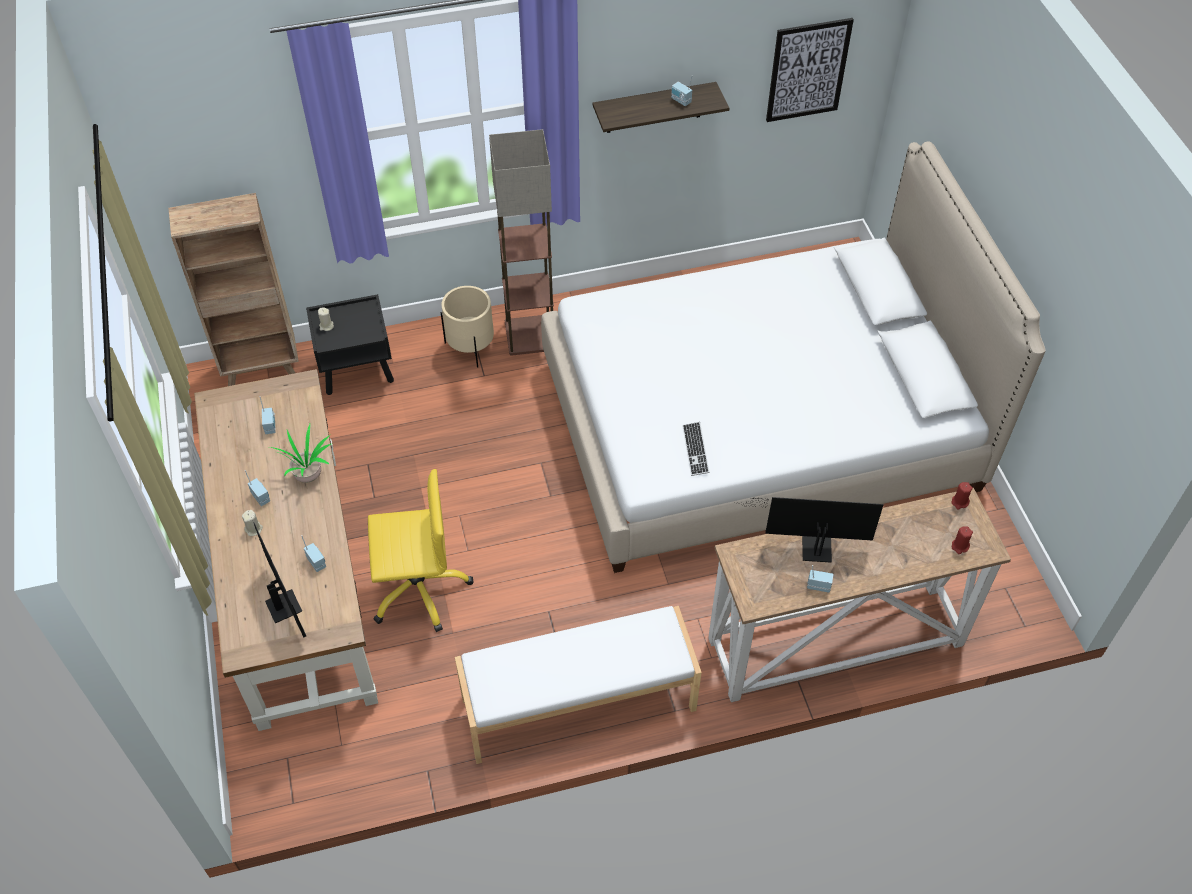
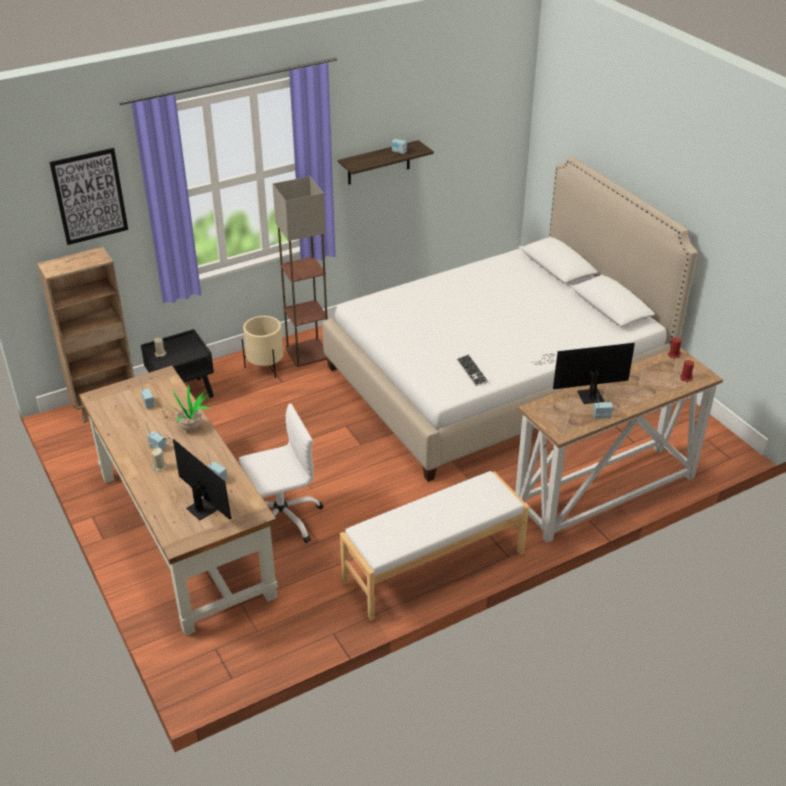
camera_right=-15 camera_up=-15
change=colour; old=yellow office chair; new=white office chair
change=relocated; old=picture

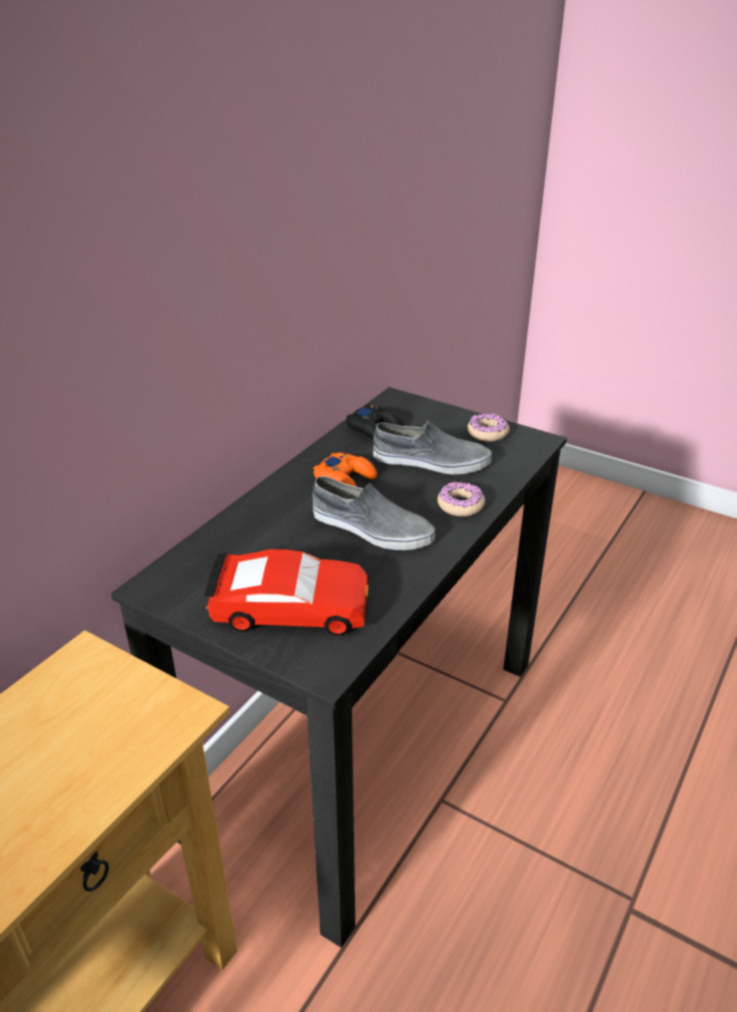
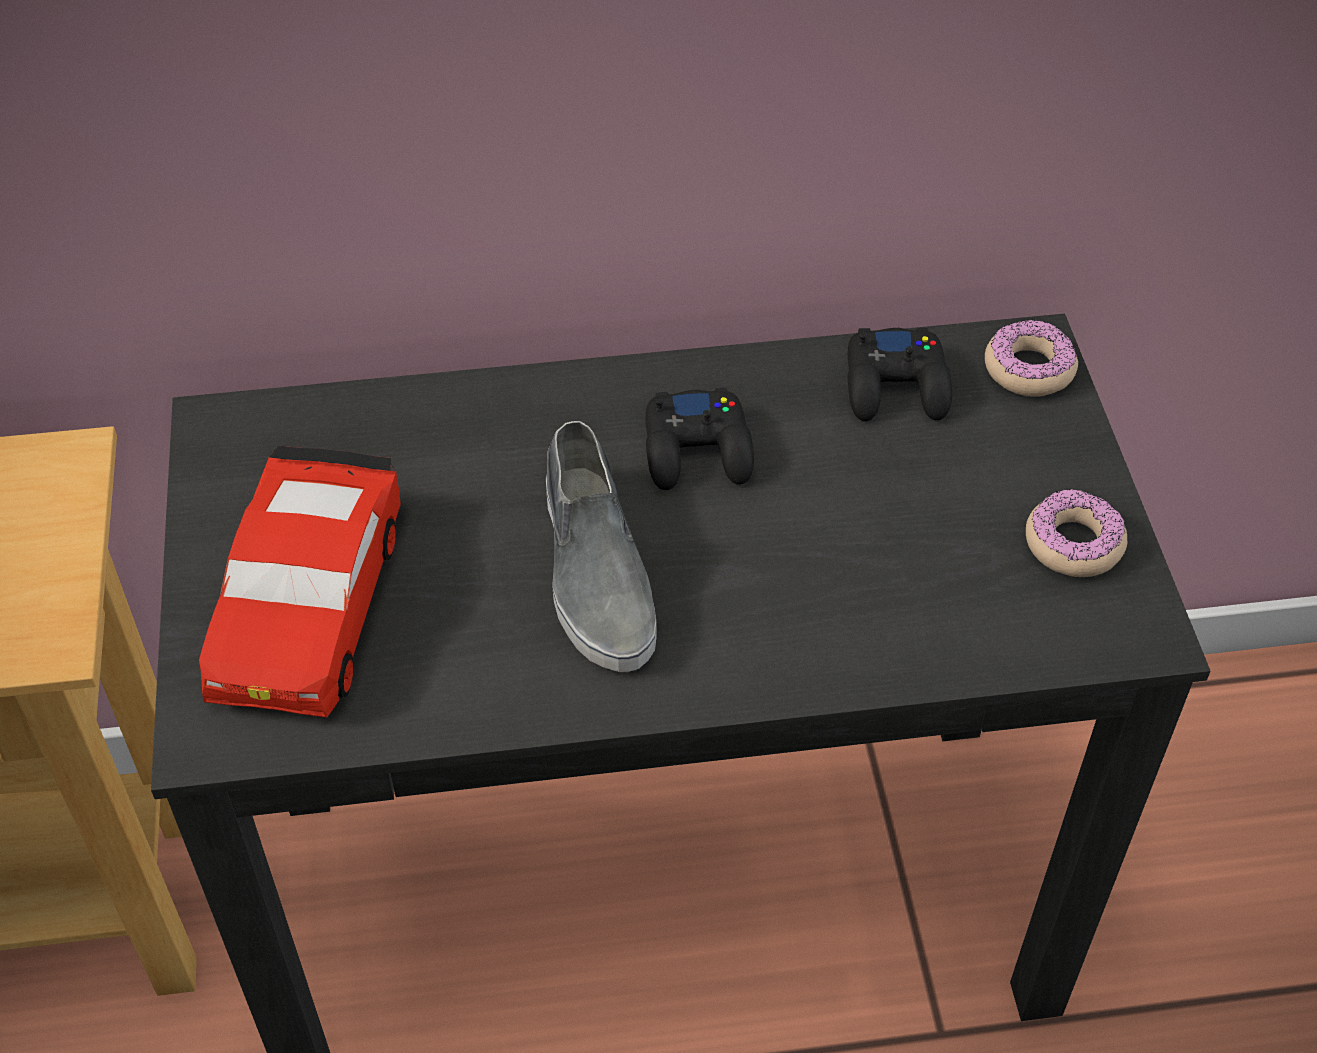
camera_right=50 camera_up=15
change=spun; old=red toy car; degrees=45
change=colour; old=orange game controller; new=black game controller (no. 1 from left)
change=missing; old=grey shoe (no. 2 from left)
change=relocated; old=donut (no. 1 from left)

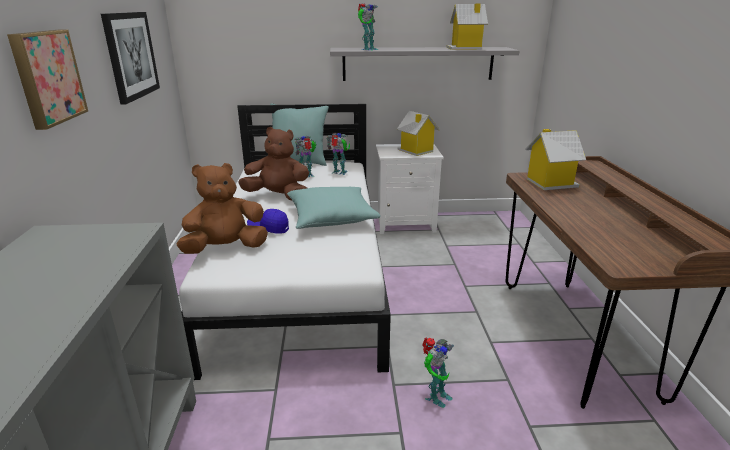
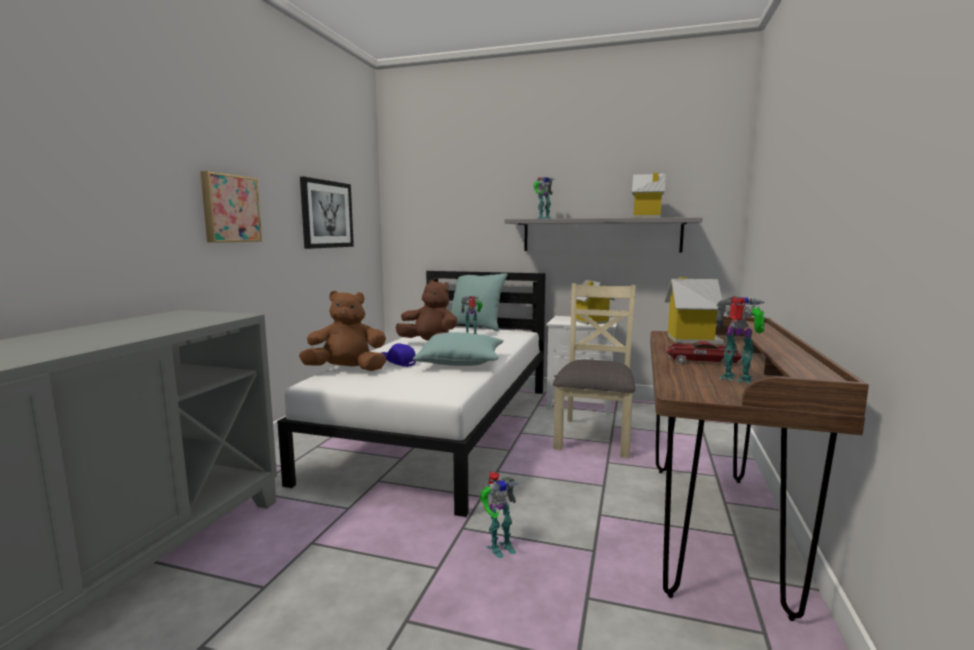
camera_right=20 camera_up=-15
change=relocated; old=toy robot (no. 2 from left in the first image); new=toy robot (no. 4 from left)
change=appeared; new=beige chair
change=appeared; new=toy car

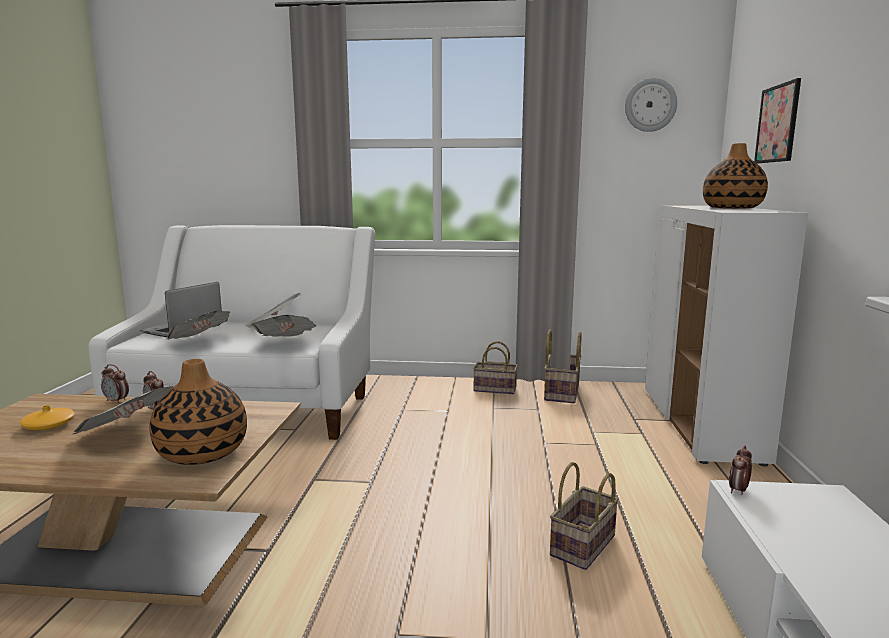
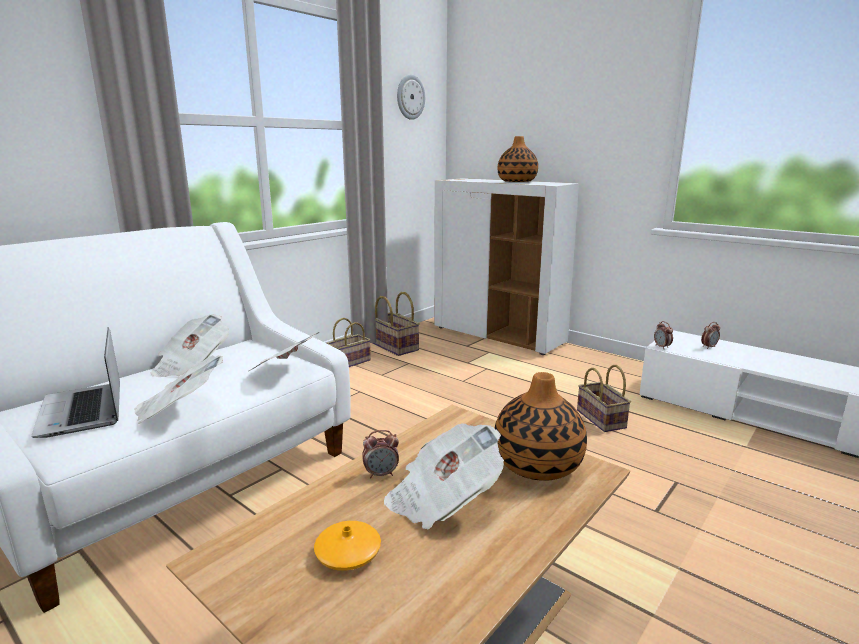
camera_right=-55 camera_up=5
change=relocated; old=alarm clock (no. 1 from left in the first image); new=alarm clock (no. 3 from left)
change=missing; old=picture

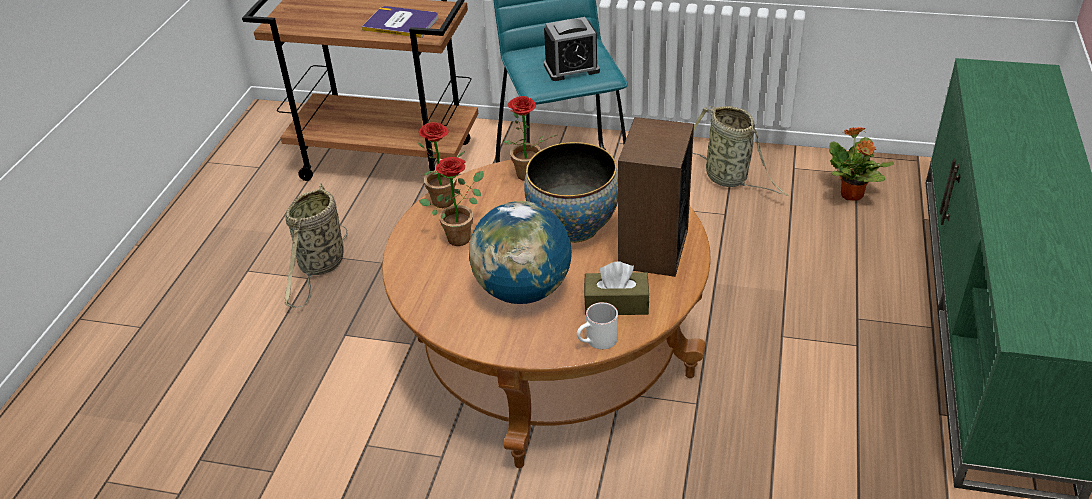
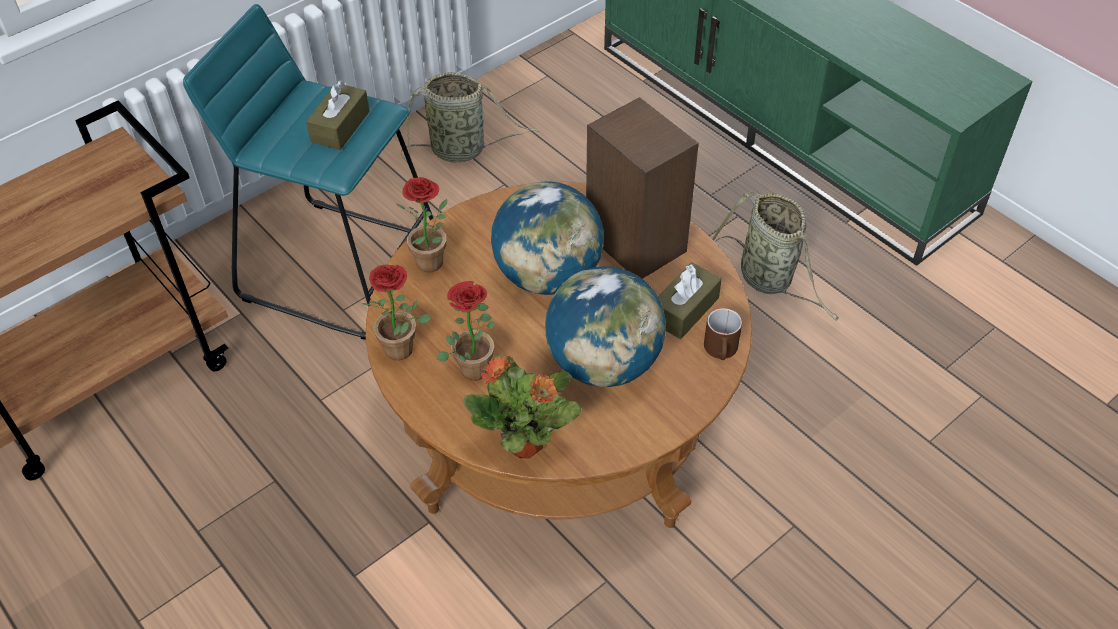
camera_right=-55 camera_up=10
change=relocated; old=basket (no. 1 from left in the first image); new=basket (no. 2 from left)
change=missing; old=book
change=exchanged; old=bowl; new=globe (no. 1 from left)
change=exchanged; old=alarm clock; new=brown tissue box (no. 1 from left)
change=colour; old=white mug; new=brown mug
change=relocated; old=potted plant (no. 4 from left)

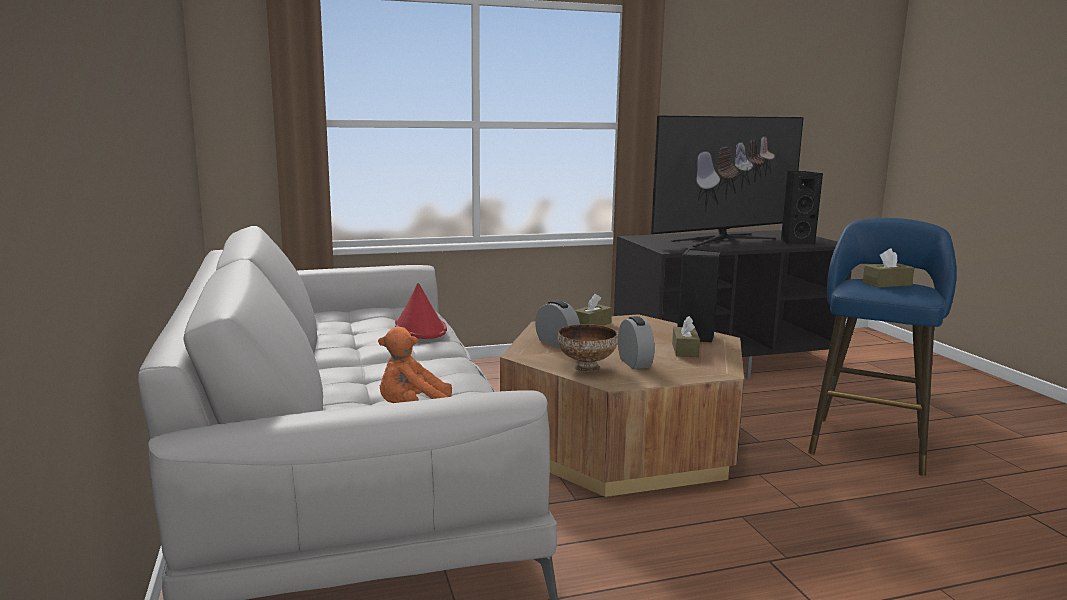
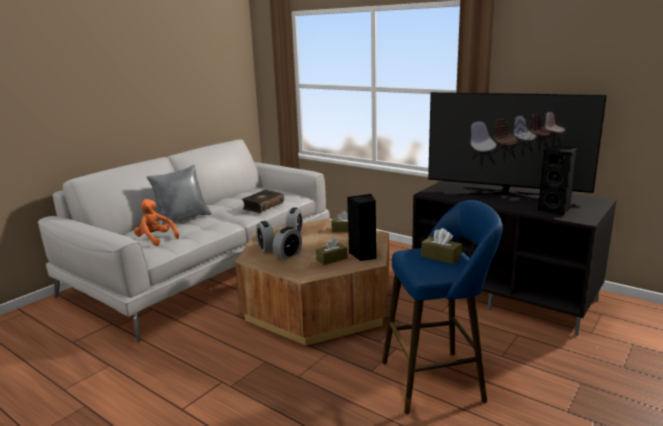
camera_right=55 camera_up=5
change=exchanged; old=red hat; new=book
change=exchanged; old=bowl; new=alarm clock (no. 1 from left)
change=appeared; new=grey pillow

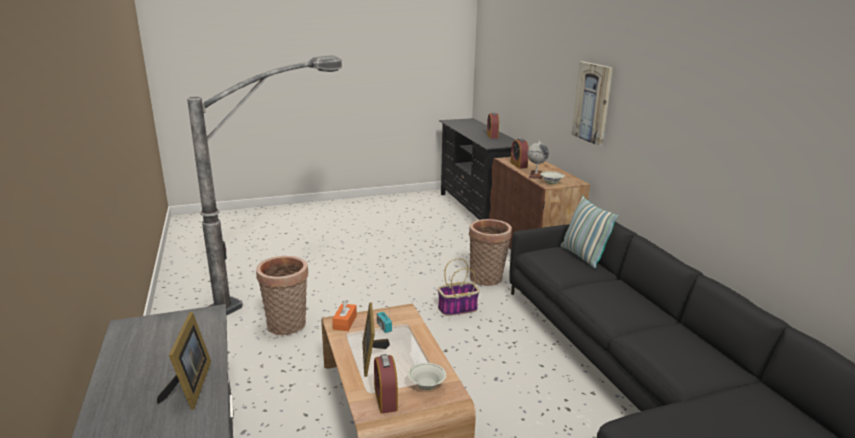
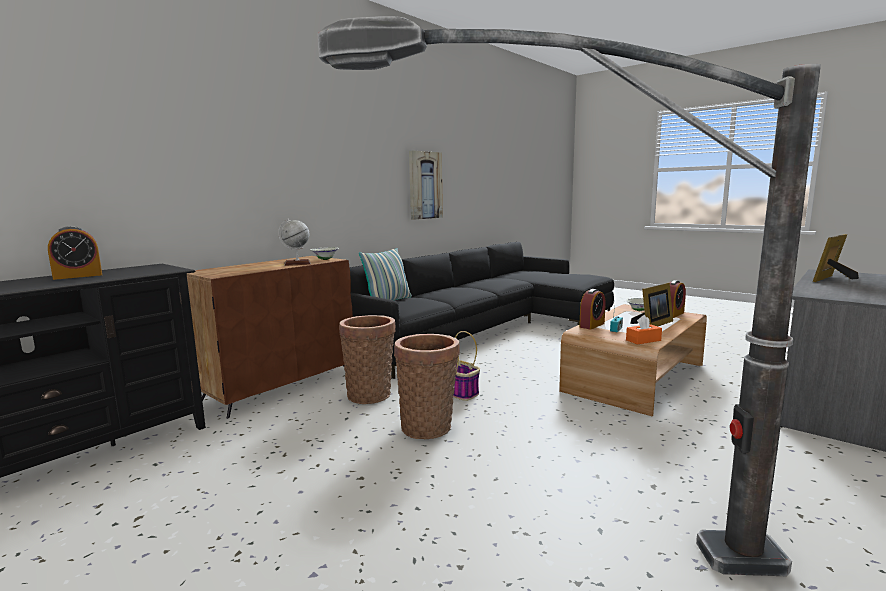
camera_right=-120 camera_up=-10
change=relocated; old=basket (no. 1 from left in the first image); new=basket (no. 2 from left)
change=relocated; old=alarm clock (no. 3 from left in the first image); new=alarm clock (no. 2 from left)
change=relocated; old=picture

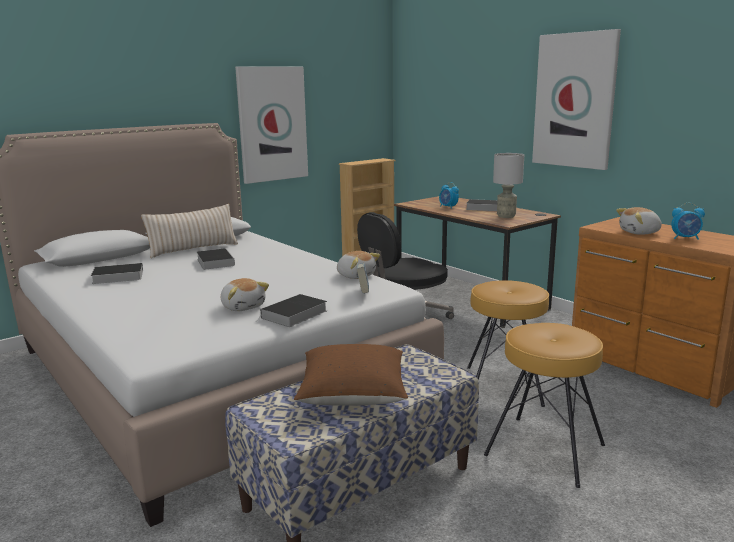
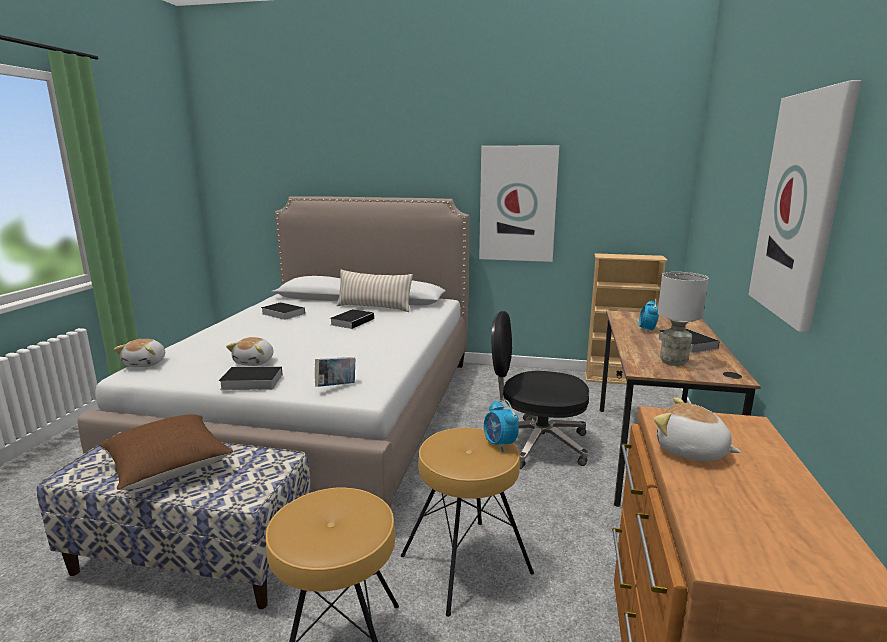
camera_right=50 camera_up=0
change=relocated; old=plush toy (no. 2 from left in the first image); new=plush toy (no. 1 from left)
change=relocated; old=alarm clock (no. 2 from left in the first image); new=alarm clock (no. 1 from left)

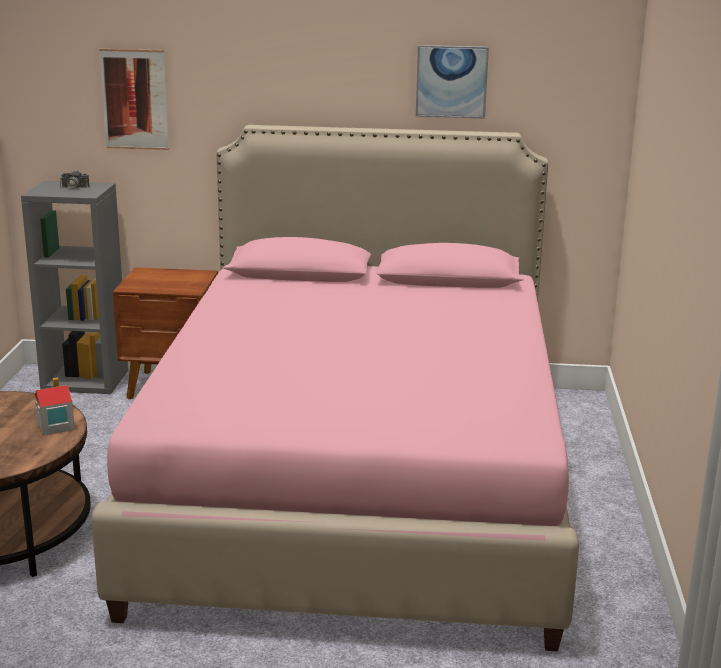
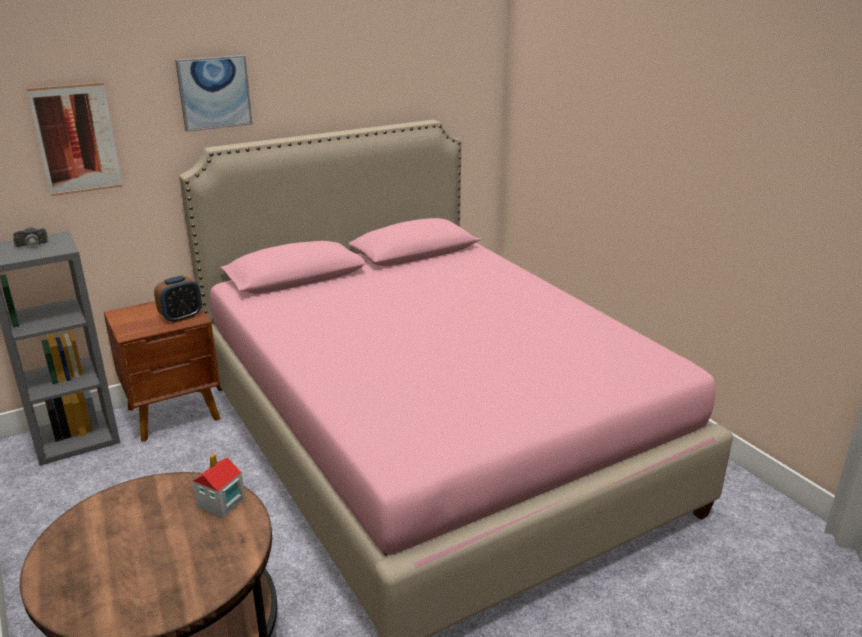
camera_right=-35 camera_up=5
change=relocated; old=picture (no. 2 from left)
change=appeared; new=alarm clock

